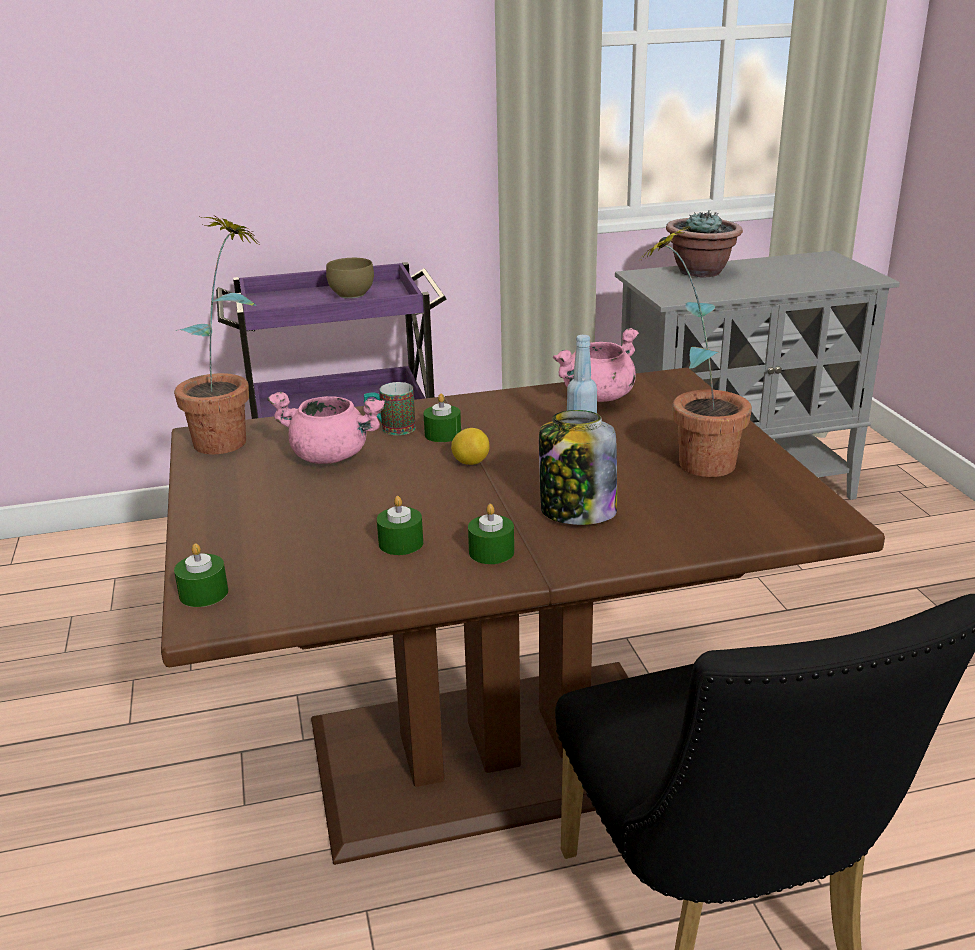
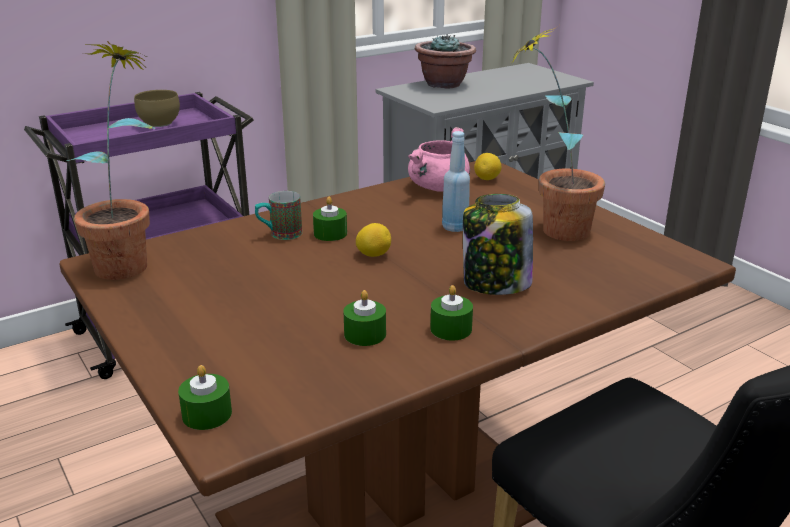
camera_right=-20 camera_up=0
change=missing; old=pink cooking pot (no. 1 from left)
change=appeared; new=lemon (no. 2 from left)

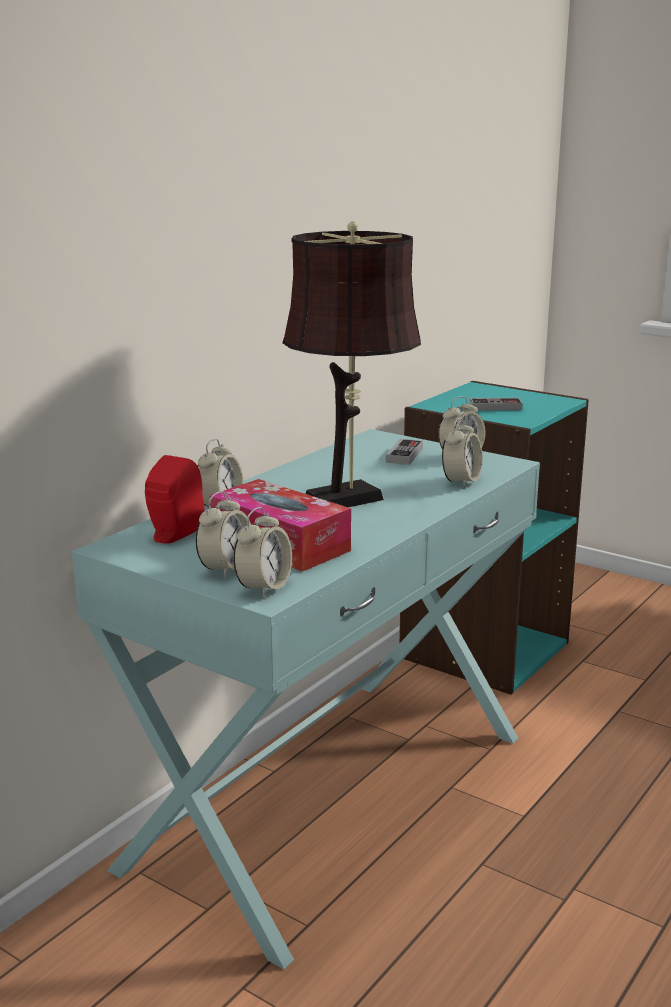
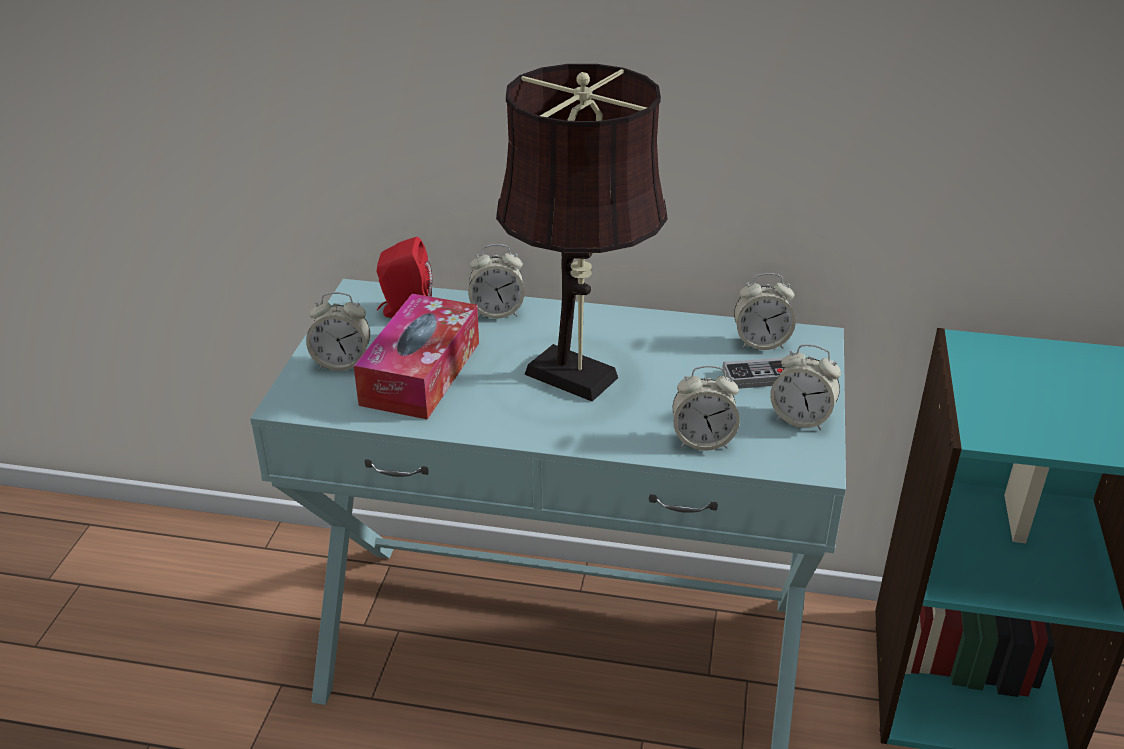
camera_right=65 camera_up=15
change=relocated; old=alarm clock (no. 3 from left in the first image); new=alarm clock (no. 4 from left)
change=missing; old=game controller (no. 2 from left)

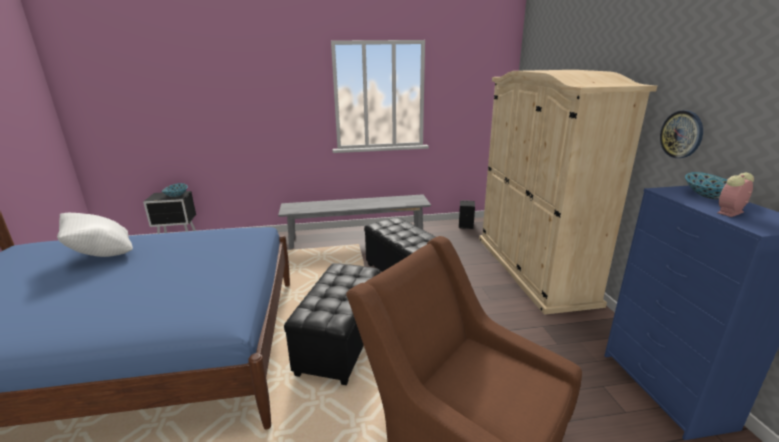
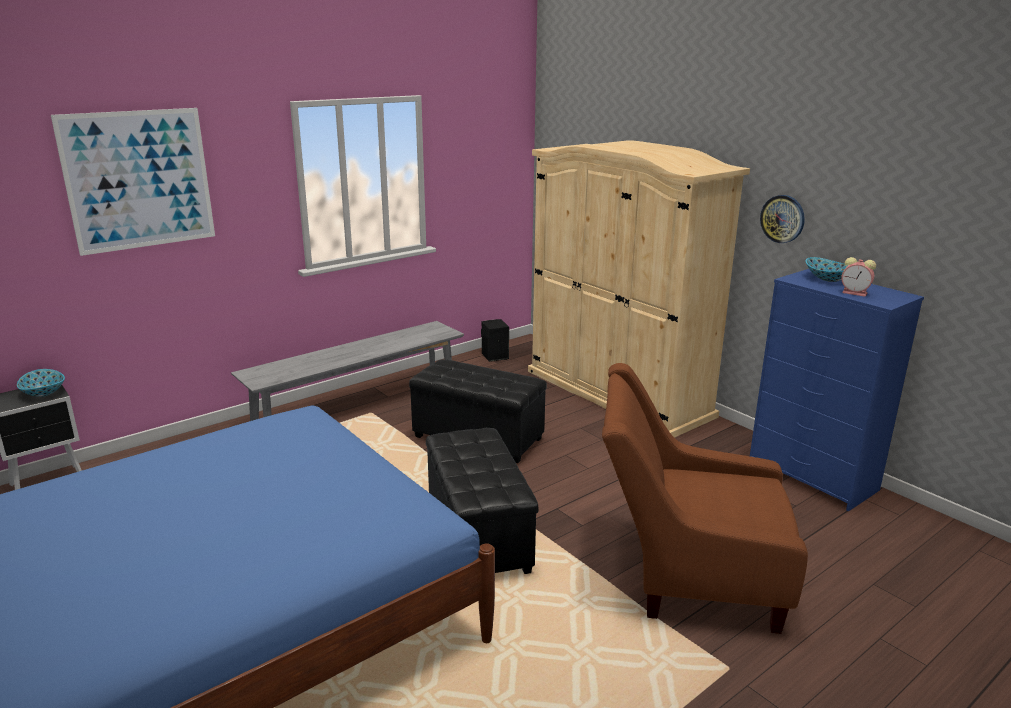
camera_right=-30 camera_up=0
change=missing; old=white pillow
change=spun; old=alarm clock; degrees=-90
change=appeared; new=picture

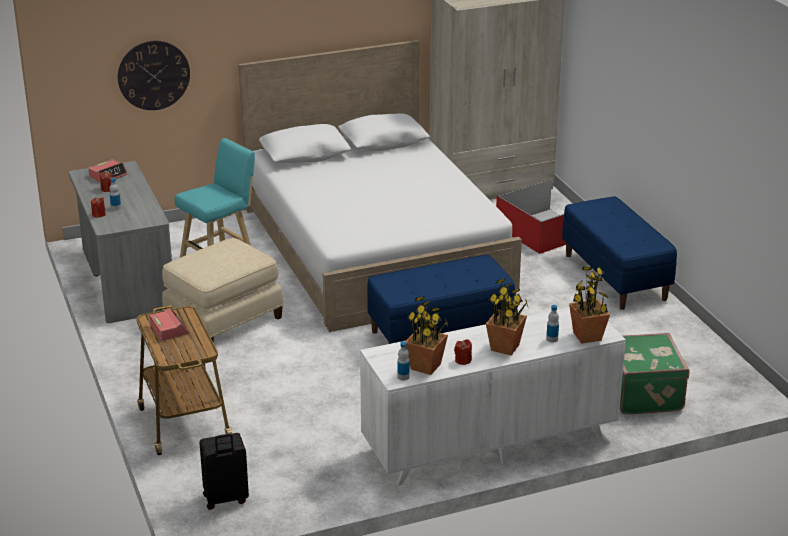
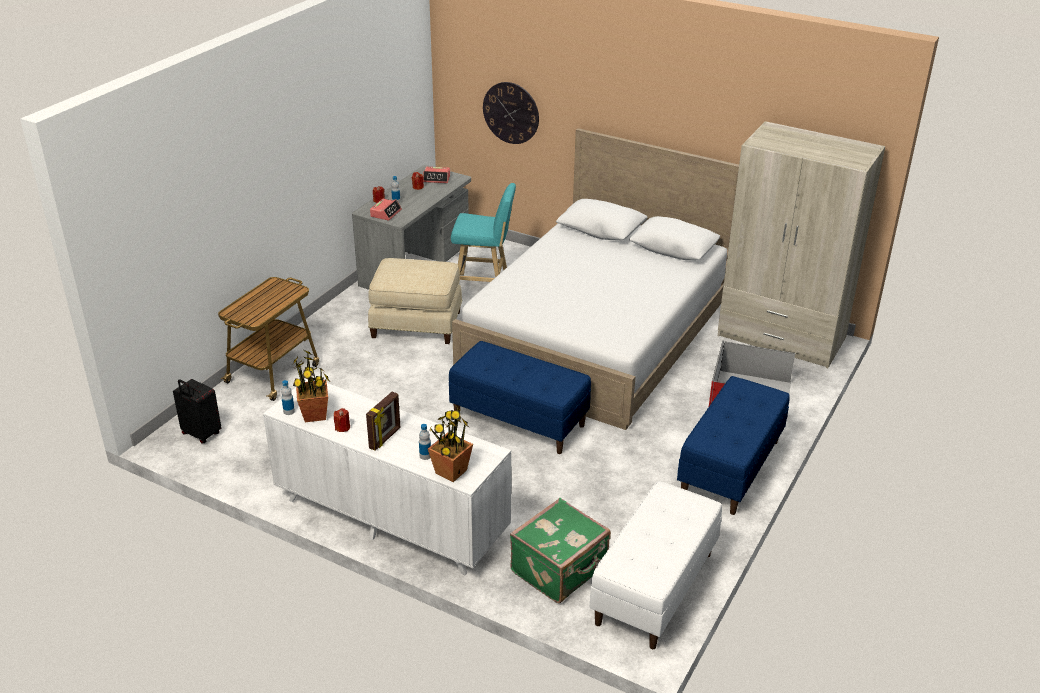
camera_right=50 camera_up=5
change=relocated; old=alarm clock (no. 2 from left in the first image); new=alarm clock (no. 1 from left)
change=exchanged; old=potted plant (no. 2 from left); new=picture frame
change=appeared; new=white bench

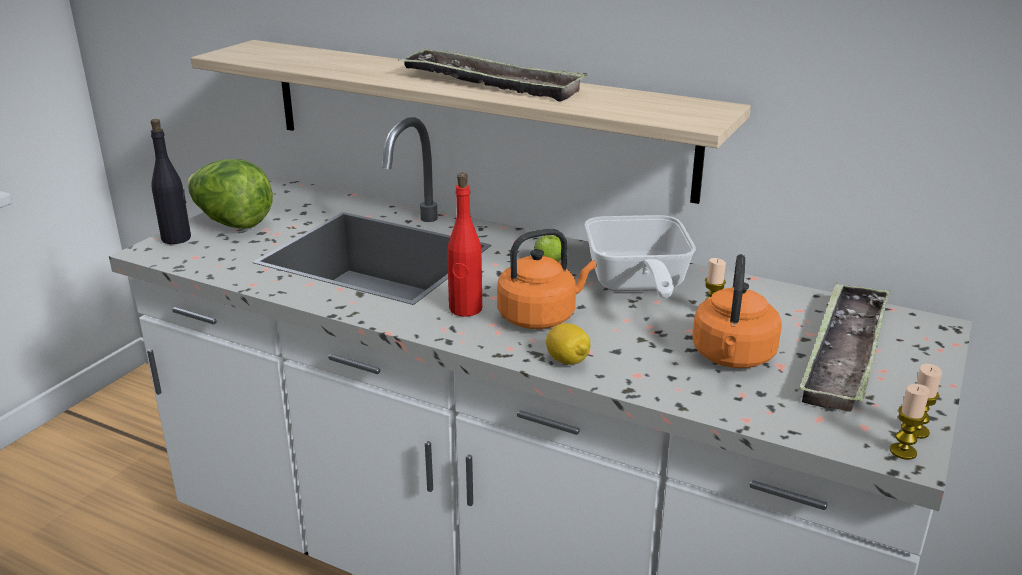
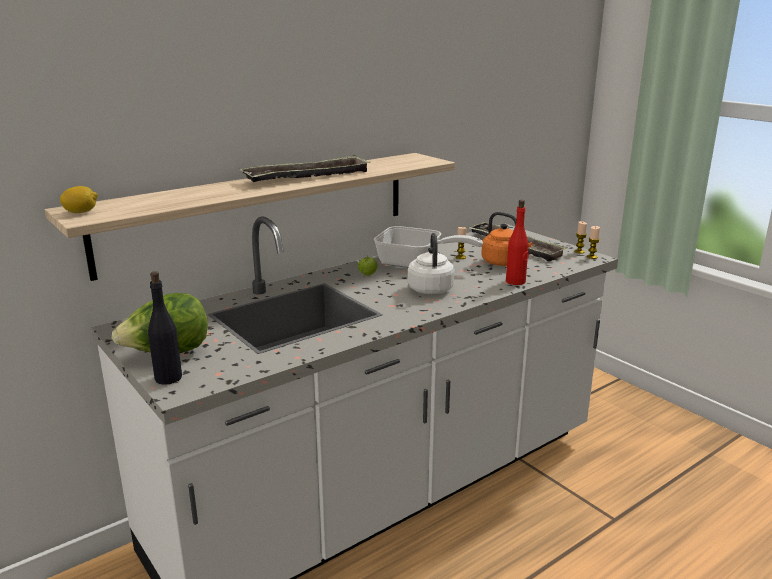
camera_right=-65 camera_up=-5
change=relocated; old=red bottle
change=colour; old=orange kettle (no. 1 from left); new=white kettle
change=relocated; old=lemon

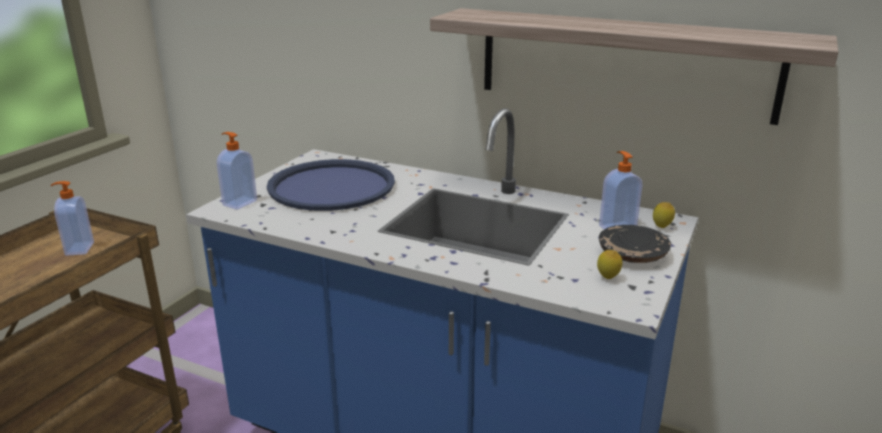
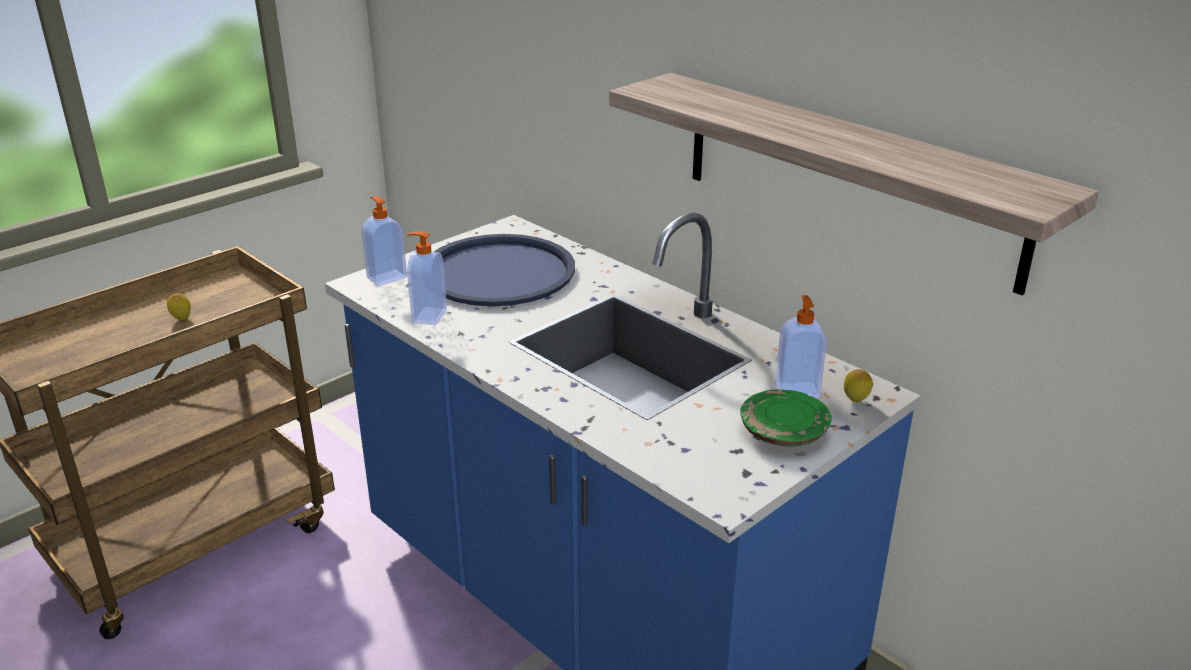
camera_right=20 camera_up=5
change=relocated; old=soap dispenser (no. 1 from left in the first image); new=soap dispenser (no. 2 from left)
change=relocated; old=lemon (no. 1 from left)
change=colour; old=black plate; new=green plate

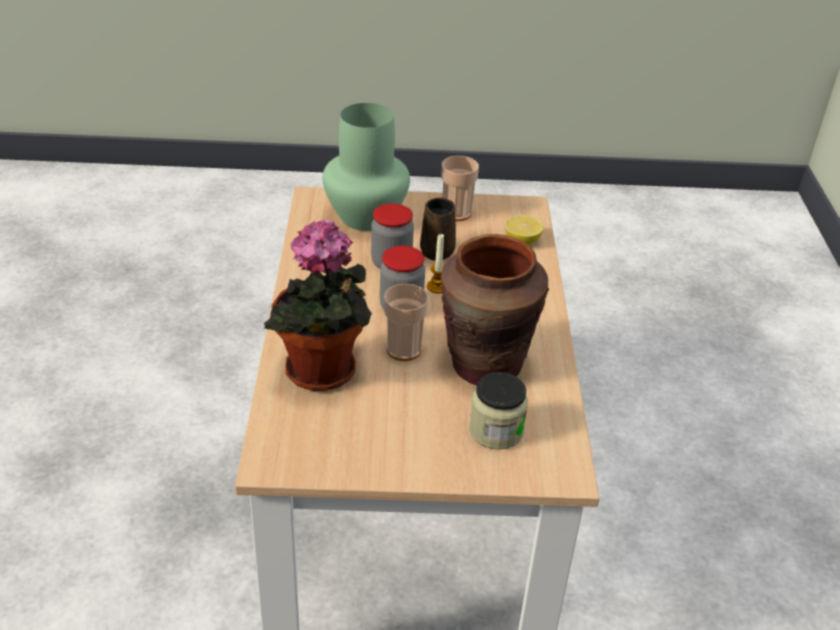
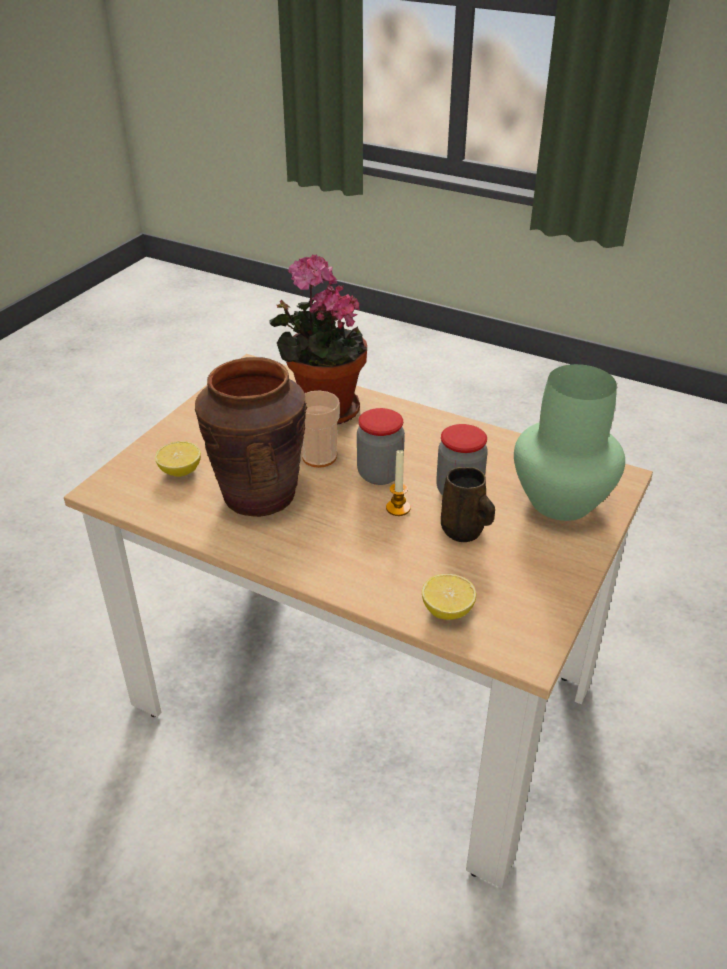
camera_right=120 camera_up=0
change=missing; old=cup (no. 2 from left)
change=exchanged; old=jar (no. 3 from left); new=lemon (no. 1 from left)

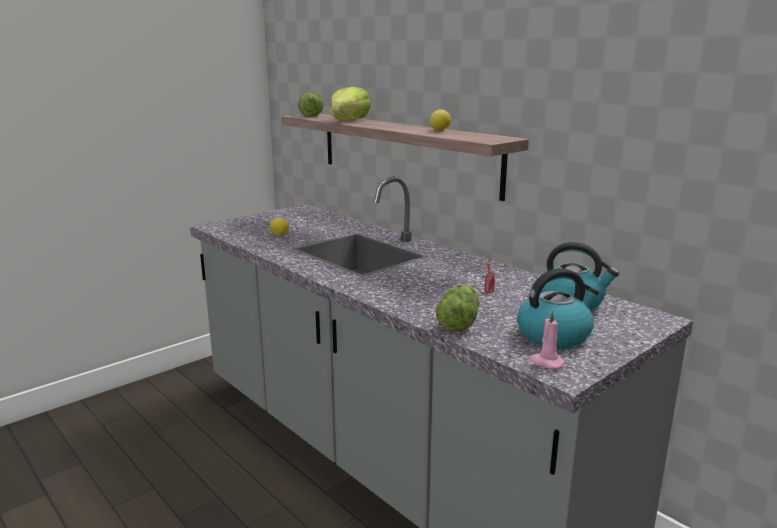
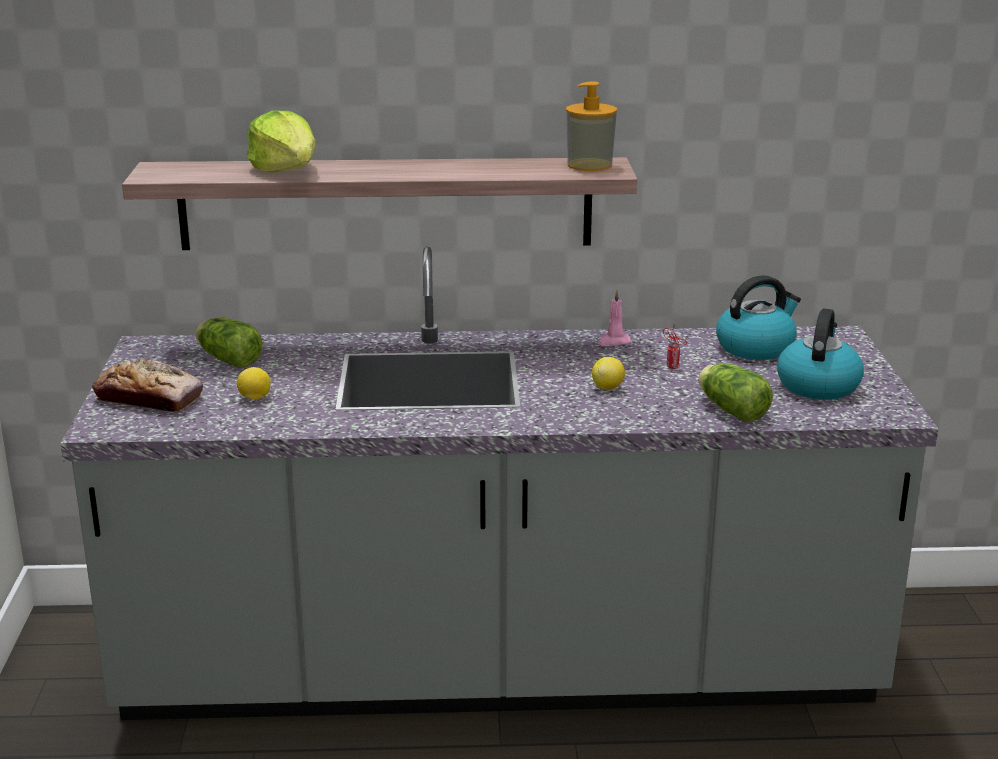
camera_right=-50 camera_up=5
change=relocated; old=lettuce (no. 1 from left)
change=relocated; old=lemon (no. 2 from left)
change=relocated; old=pink candle
change=appeared; new=bread
change=appeared; new=soap dispenser

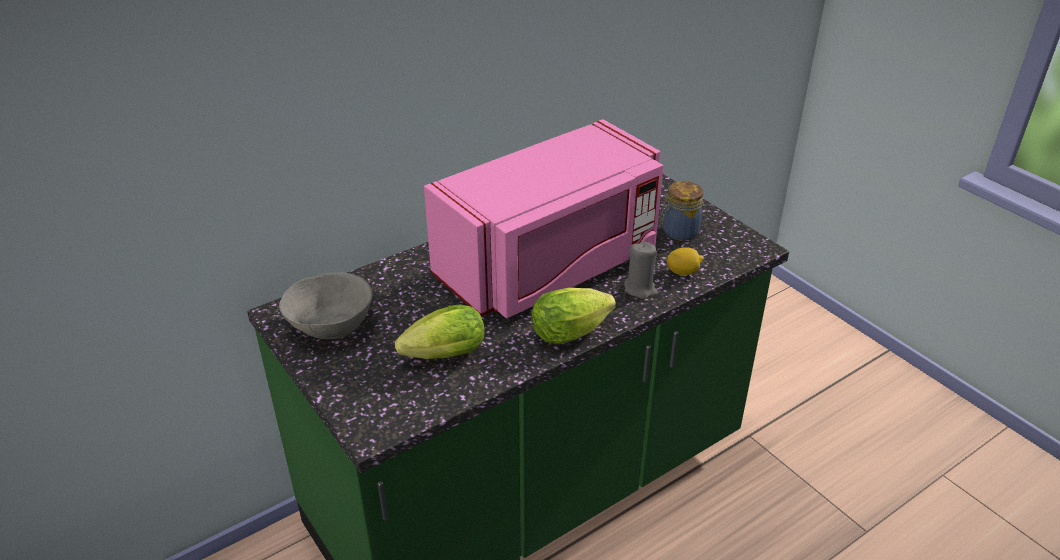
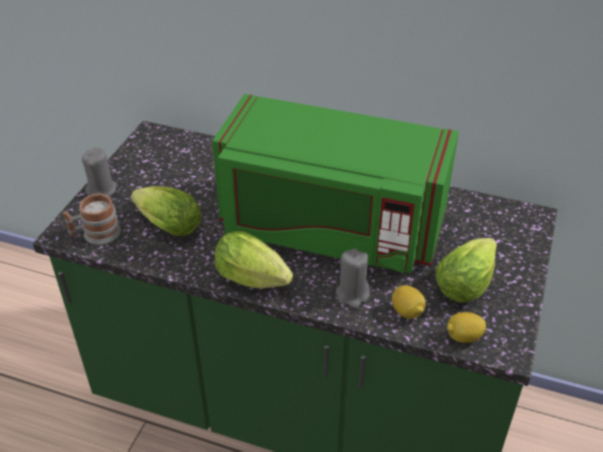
camera_right=55 camera_up=5
change=missing; old=grey bowl
change=colour; old=pink microwave; new=green microwave
change=exchanged; old=jar; new=lettuce (no. 3 from left)
change=appeared; new=mug
change=appeared; new=grey candle (no. 1 from left)
change=appeared; new=lemon (no. 2 from left)

